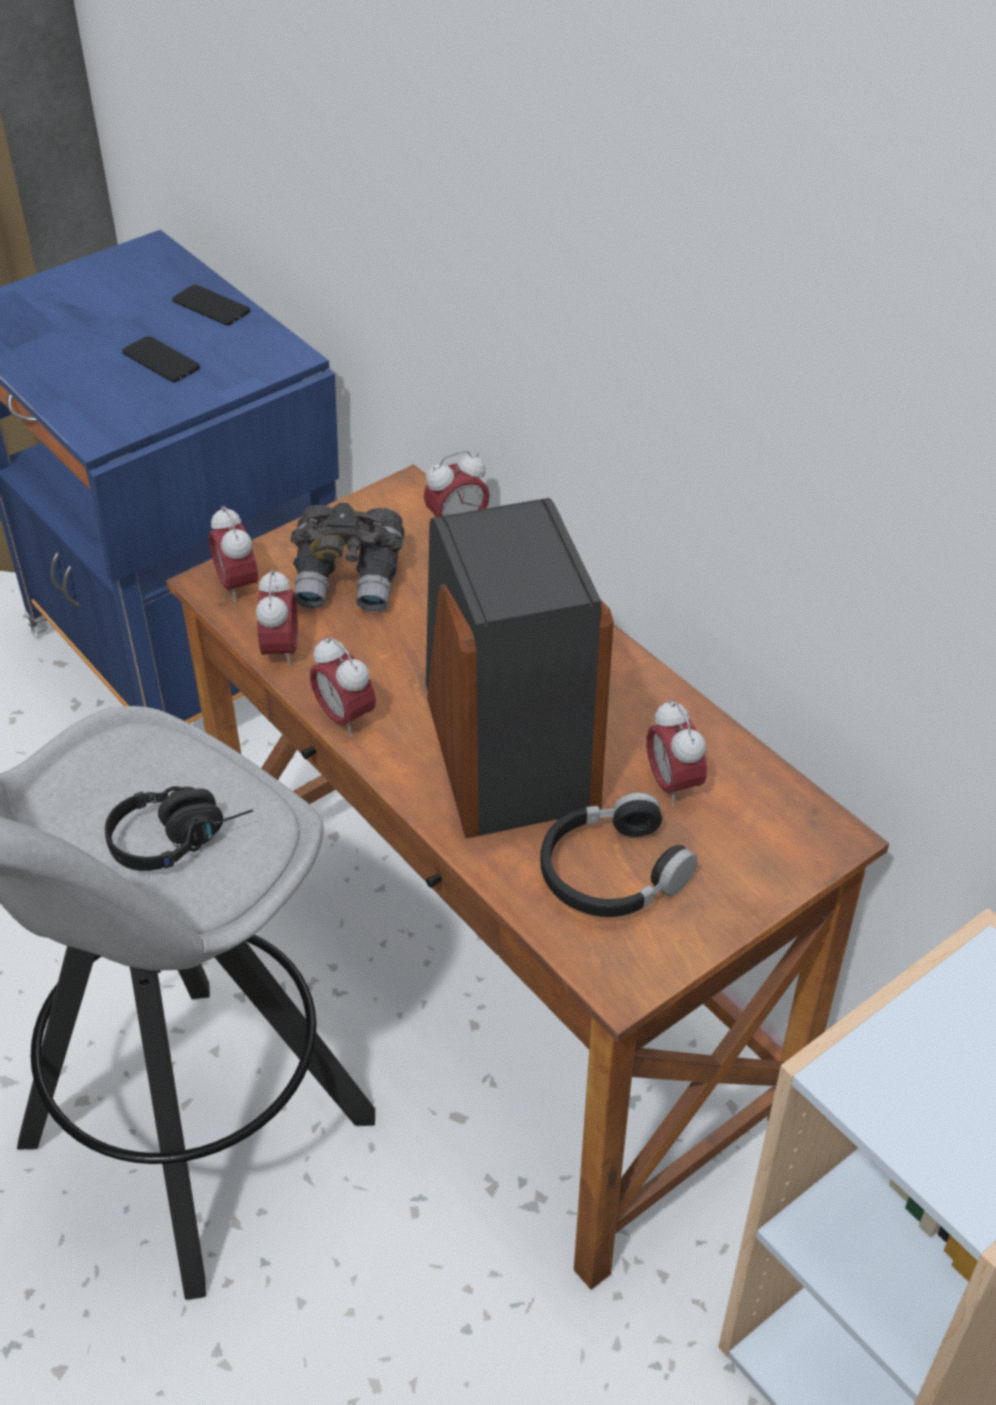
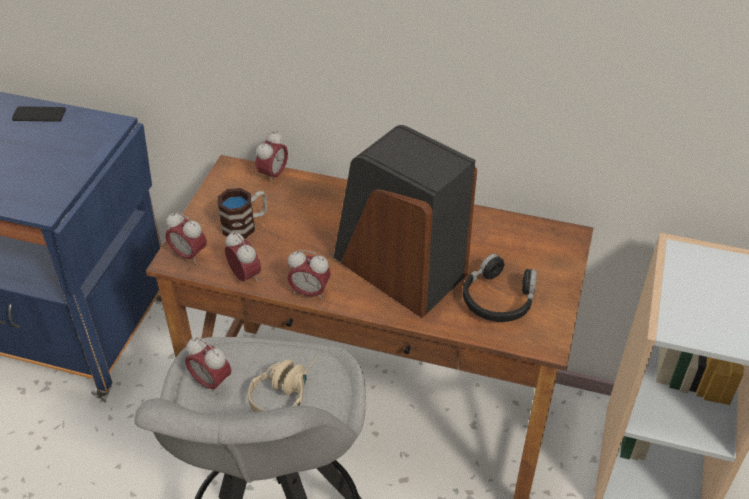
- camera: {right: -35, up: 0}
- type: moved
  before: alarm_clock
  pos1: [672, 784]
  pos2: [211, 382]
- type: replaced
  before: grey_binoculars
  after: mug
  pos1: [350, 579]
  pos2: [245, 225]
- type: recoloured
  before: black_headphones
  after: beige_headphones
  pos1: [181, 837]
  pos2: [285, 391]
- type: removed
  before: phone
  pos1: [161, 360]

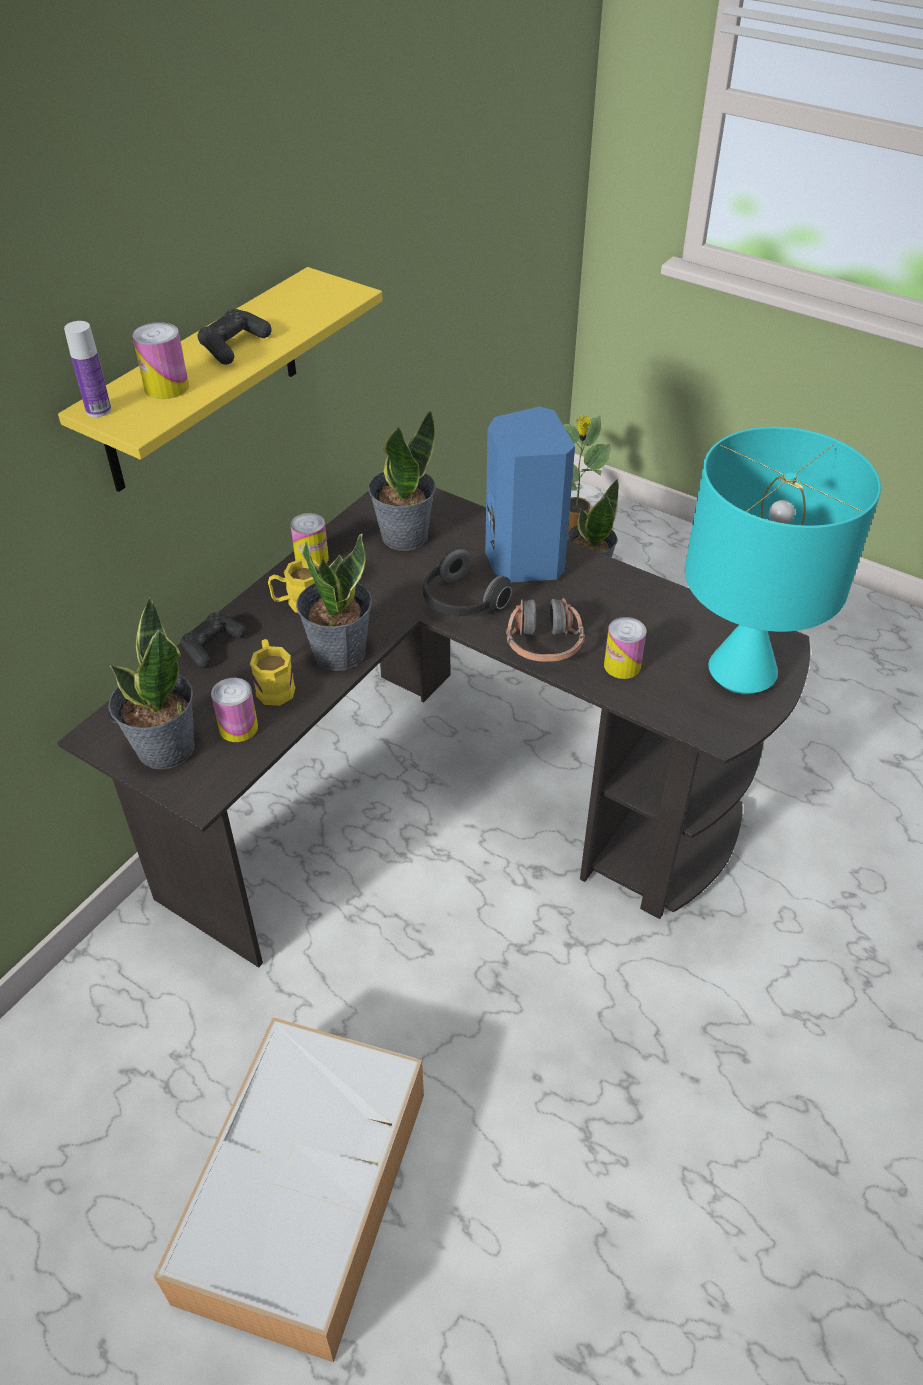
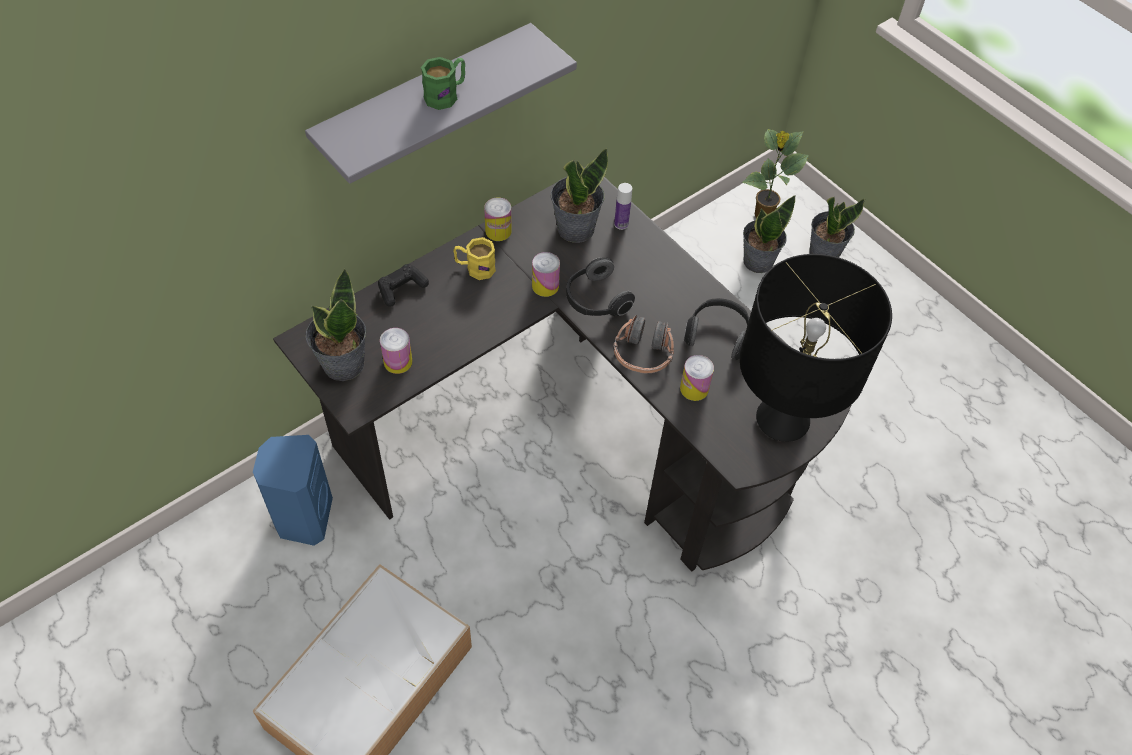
- camera: {right: 15, up: 10}
- type: moved
  before: blue_speaker
  pos1: [522, 560]
  pos2: [303, 517]
- type: recoloured
  before: yellow_shelf
  after: grey_shelf
  pos1: [202, 382]
  pos2: [425, 105]
- type: replaced
  before: black_game_controller
  after: green_mug
  pos1: [234, 346]
  pos2: [446, 94]
- type: moved
  before: can
  pos1: [166, 387]
  pos2: [545, 286]
- type: moved
  before: bottle
  pos1: [98, 410]
  pos2: [621, 224]
- type: added
  after: headphones
  pos2: [718, 335]
- type: recoloured
  before: turquoise_table_lamp
  after: black_table_lamp
  pos1: [741, 675]
  pos2: [781, 422]
- type: moved
  before: potted_plant
  pos1: [338, 652]
  pos2: [824, 252]
- type: removed
  before: yellow_mug
  pos1: [274, 685]

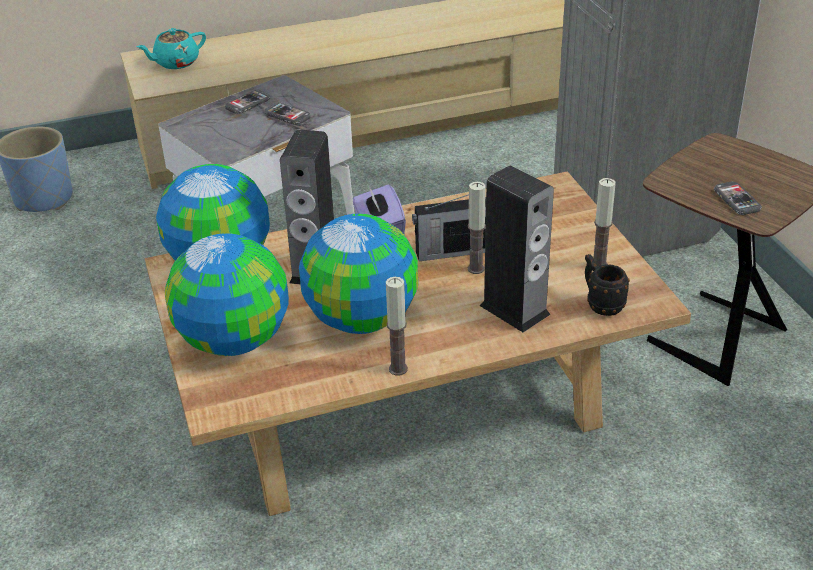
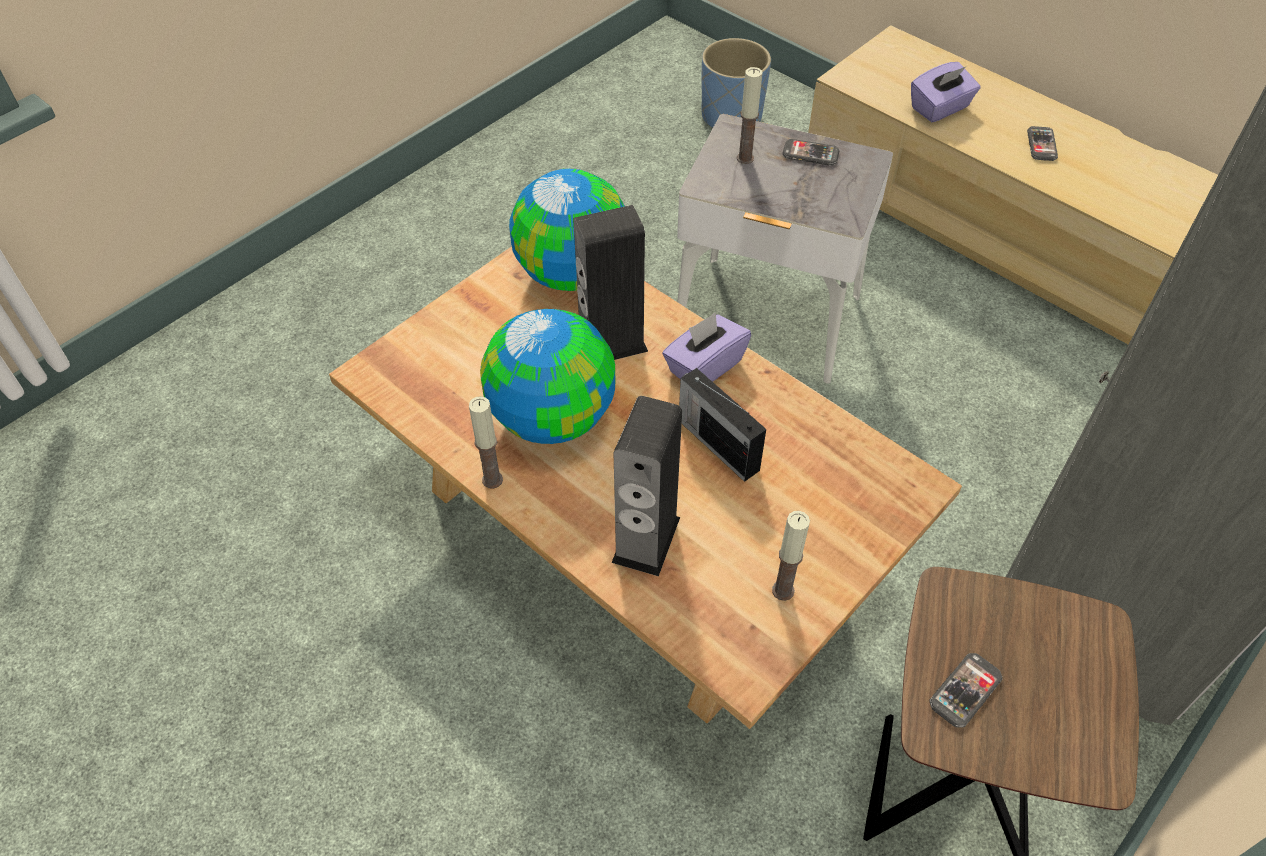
- camera: {right: 60, up: 15}
- type: moved
  before: candle
  pos1: [476, 269]
  pos2: [745, 158]
- type: added
  after: purple_tissue_box
  pos2: [940, 108]
- type: moved
  before: phone
  pos1: [287, 115]
  pos2: [1041, 145]
- type: removed
  before: turquoise_teapot
  pos1: [176, 63]
- type: removed
  before: globe
  pos1: [235, 340]
- type: removed
  before: black_mug
  pos1: [601, 304]

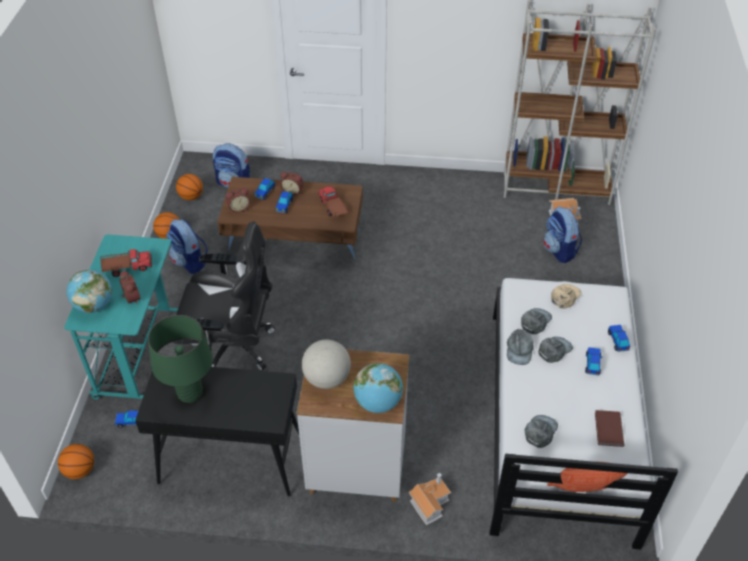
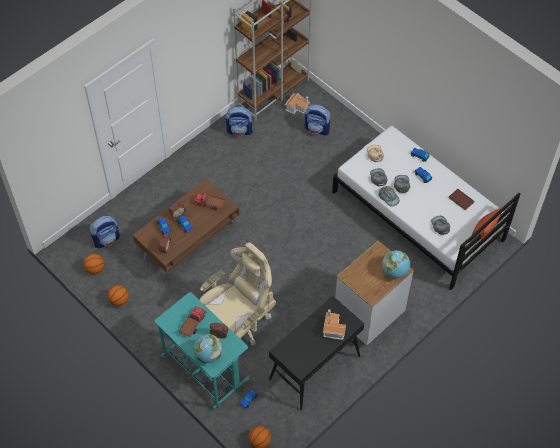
- camera: {right: -50, up: 10}
- type: recoloured
  before: black_office_chair
  after: beige_office_chair
  pos1: [228, 346]
  pos2: [238, 323]
- type: moved
  before: backpack
  pos1: [190, 262]
  pos2: [240, 130]
- type: moved
  before: toy_house
  pos1: [429, 503]
  pos2: [332, 329]
- type: removed
  before: green_table_lamp
  pos1: [190, 393]
- type: removed
  before: globe
  pos1: [327, 378]

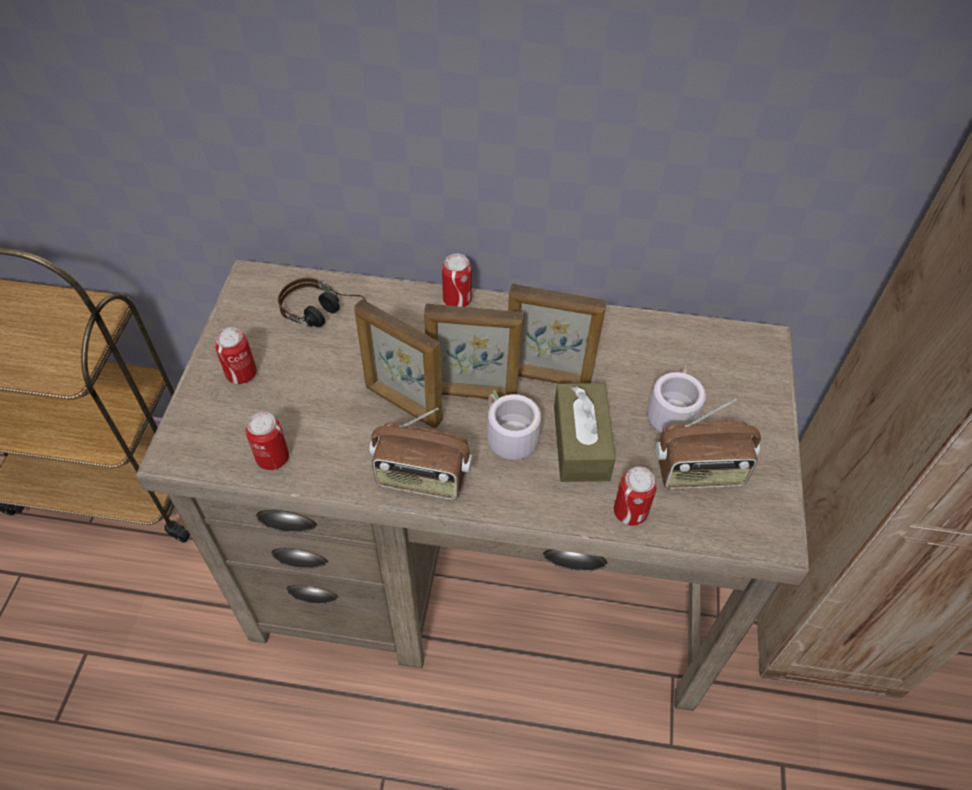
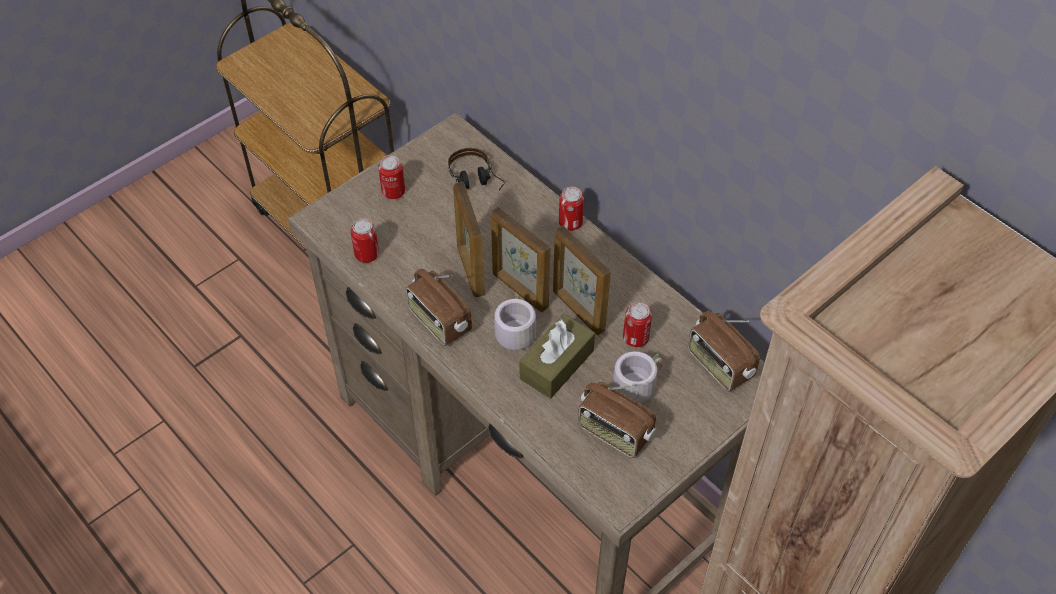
- camera: {right: 40, up: 0}
- type: moved
  before: can
  pos1: [630, 512]
  pos2: [635, 338]
- type: added
  after: radio
  pos2: [719, 365]

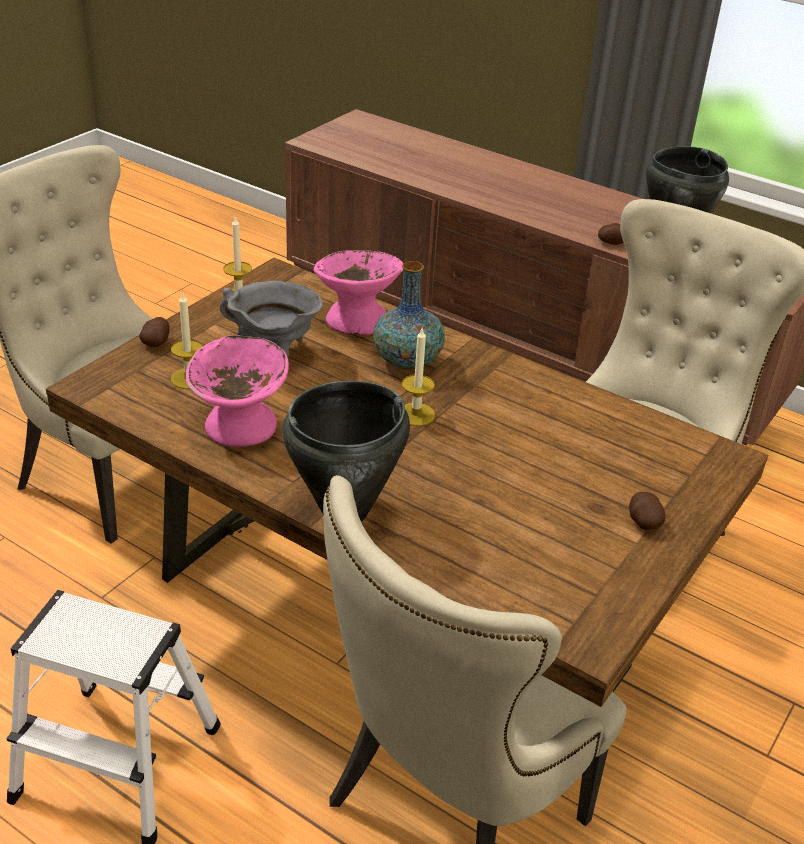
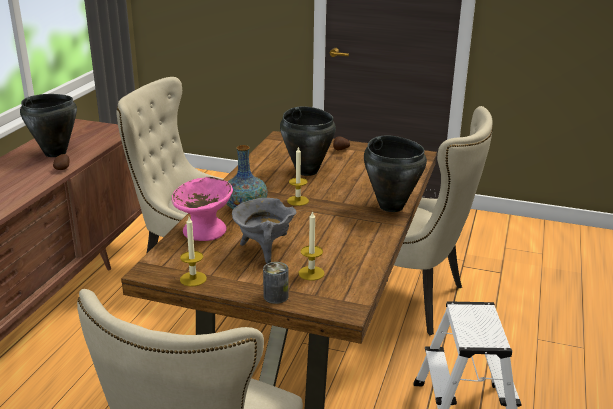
- camera: {right: -105, up: -10}
- type: replaced
  before: potato
  after: can
  pos1: [157, 342]
  pos2: [276, 296]
- type: added
  after: black_cooking_pot
  pos2: [307, 171]
- type: removed
  before: pink_bowl
  pos1: [241, 426]

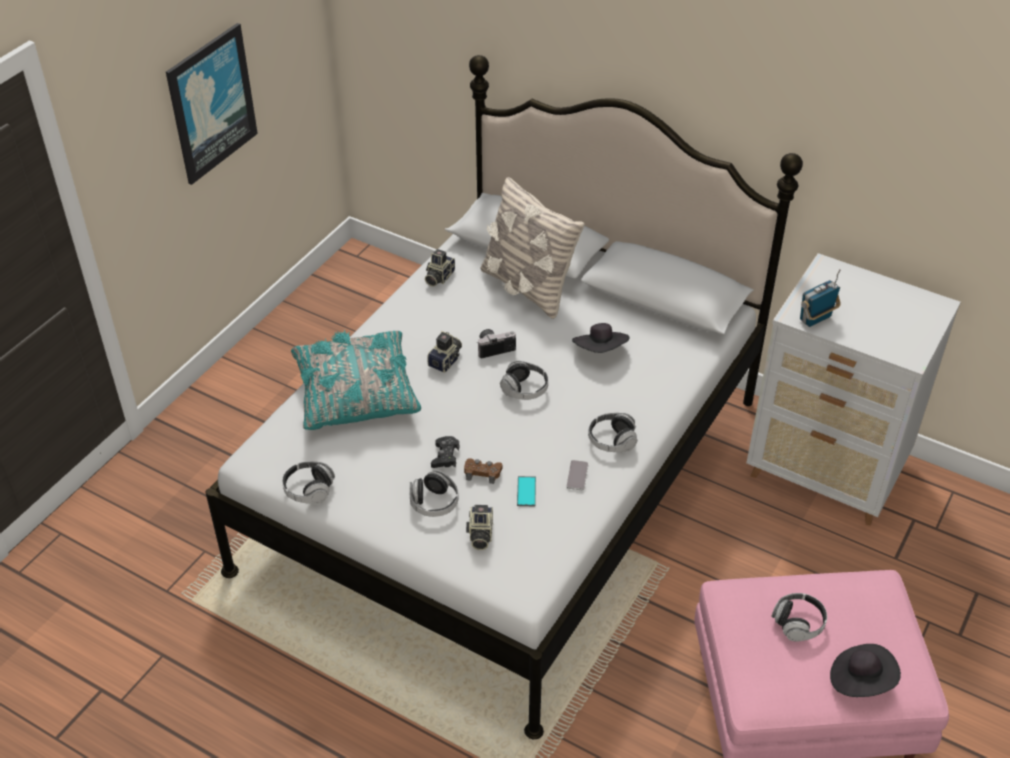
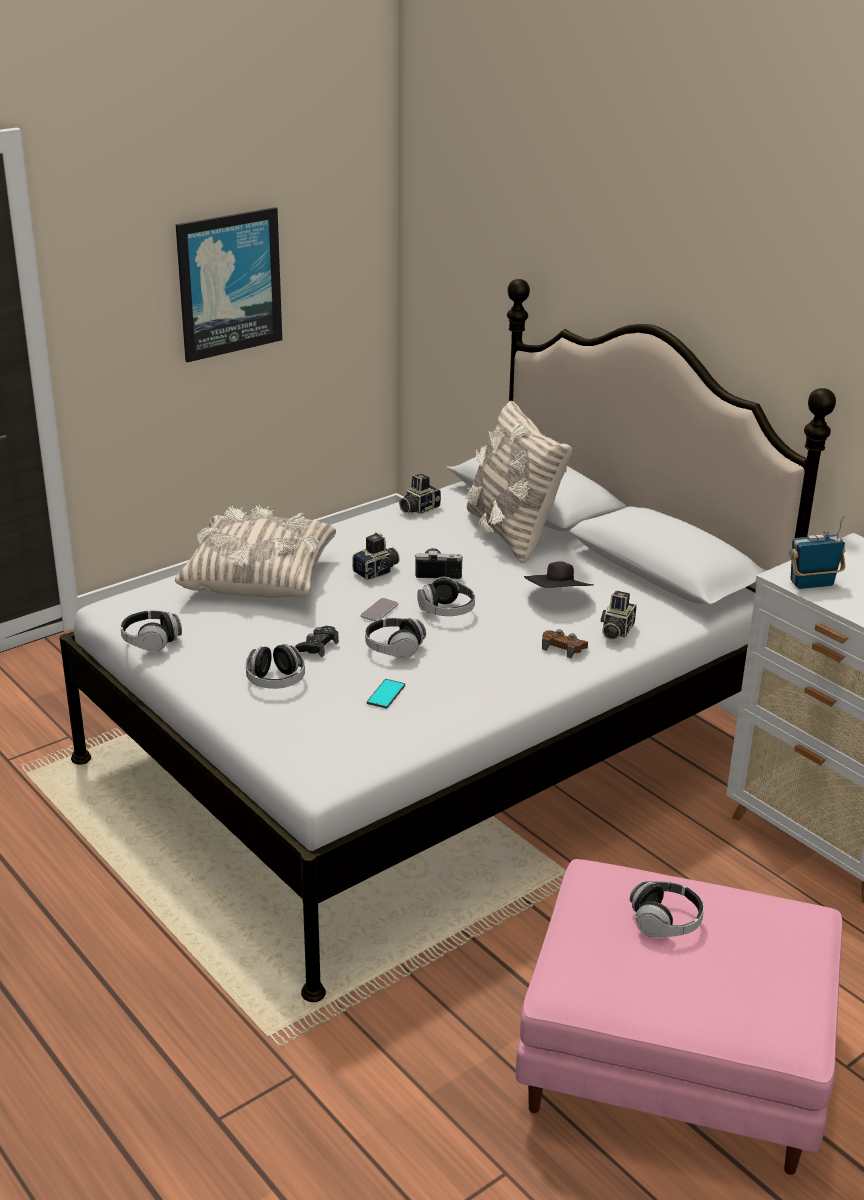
- camera: {right: 20, up: -15}
- type: recoloured
  before: turquoise_pillow
  after: beige_pillow
  pos1: [356, 396]
  pos2: [259, 580]
- type: moved
  before: phone
  pos1: [577, 475]
  pos2: [379, 610]
- type: moved
  before: headphones
  pos1: [612, 440]
  pos2: [394, 648]
- type: moved
  before: brown_game_controller
  pos1: [482, 473]
  pos2: [563, 648]
- type: moved
  before: photo_camera
  pos1: [479, 534]
  pos2: [615, 631]
- type: removed
  before: black_hat
  pos1: [860, 680]

